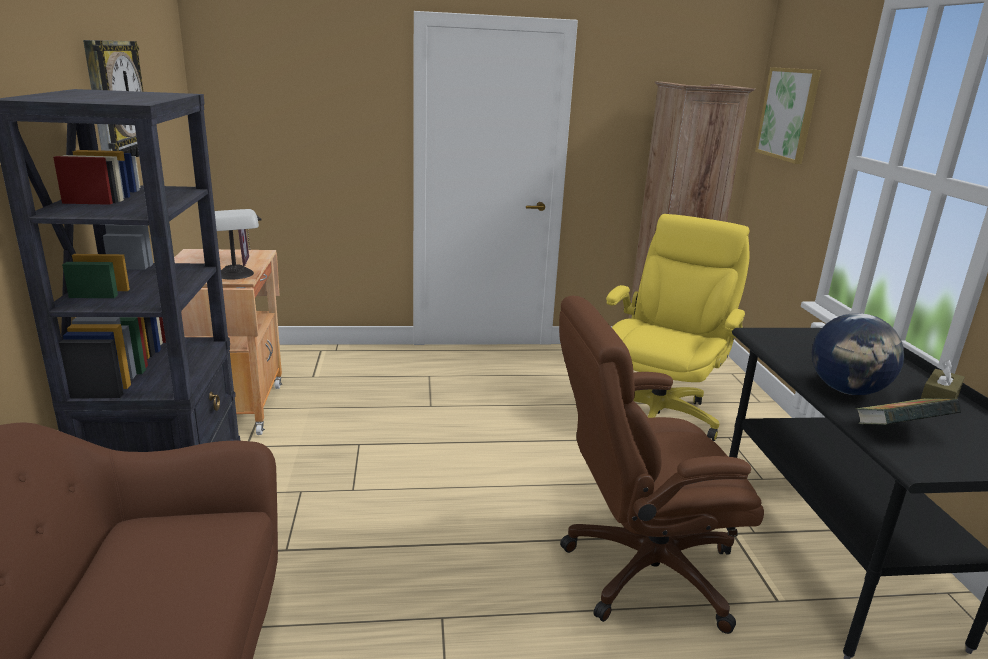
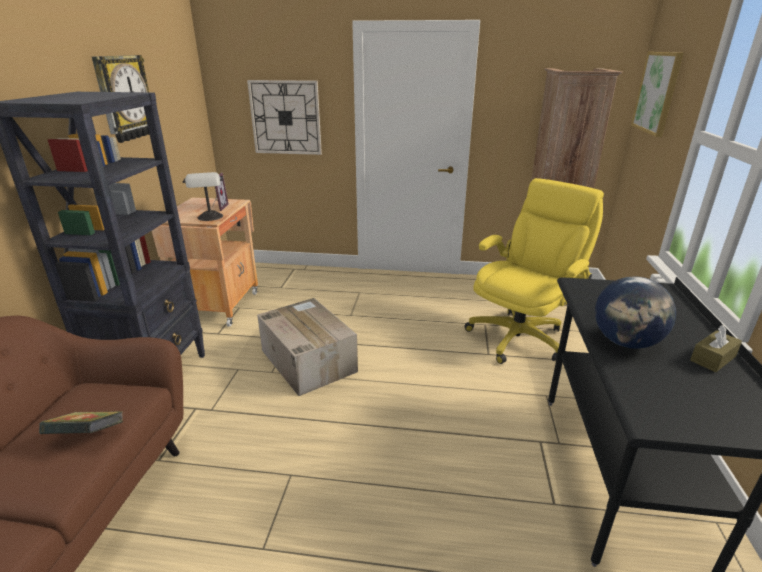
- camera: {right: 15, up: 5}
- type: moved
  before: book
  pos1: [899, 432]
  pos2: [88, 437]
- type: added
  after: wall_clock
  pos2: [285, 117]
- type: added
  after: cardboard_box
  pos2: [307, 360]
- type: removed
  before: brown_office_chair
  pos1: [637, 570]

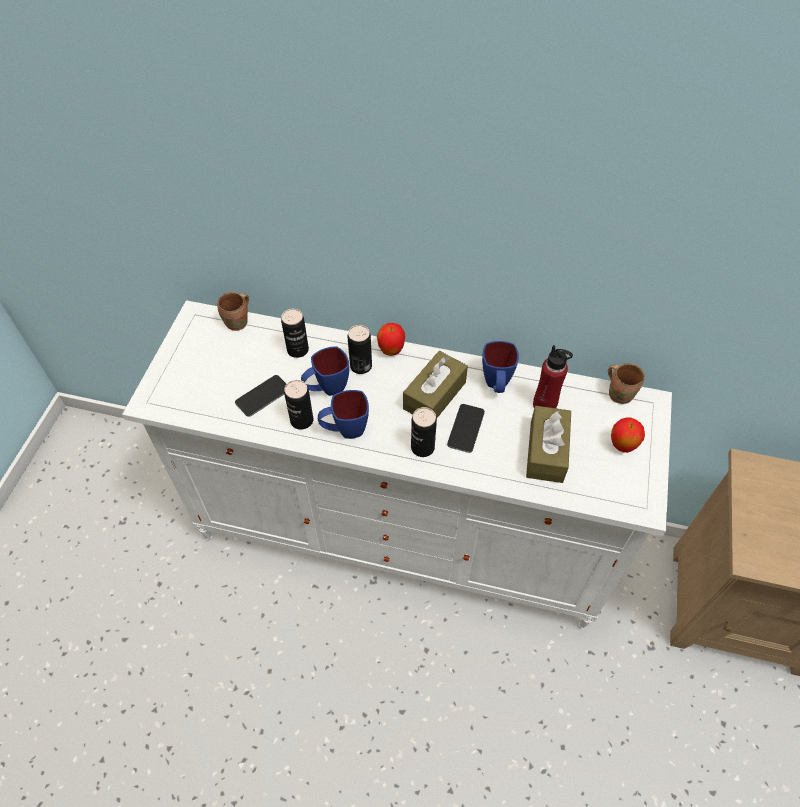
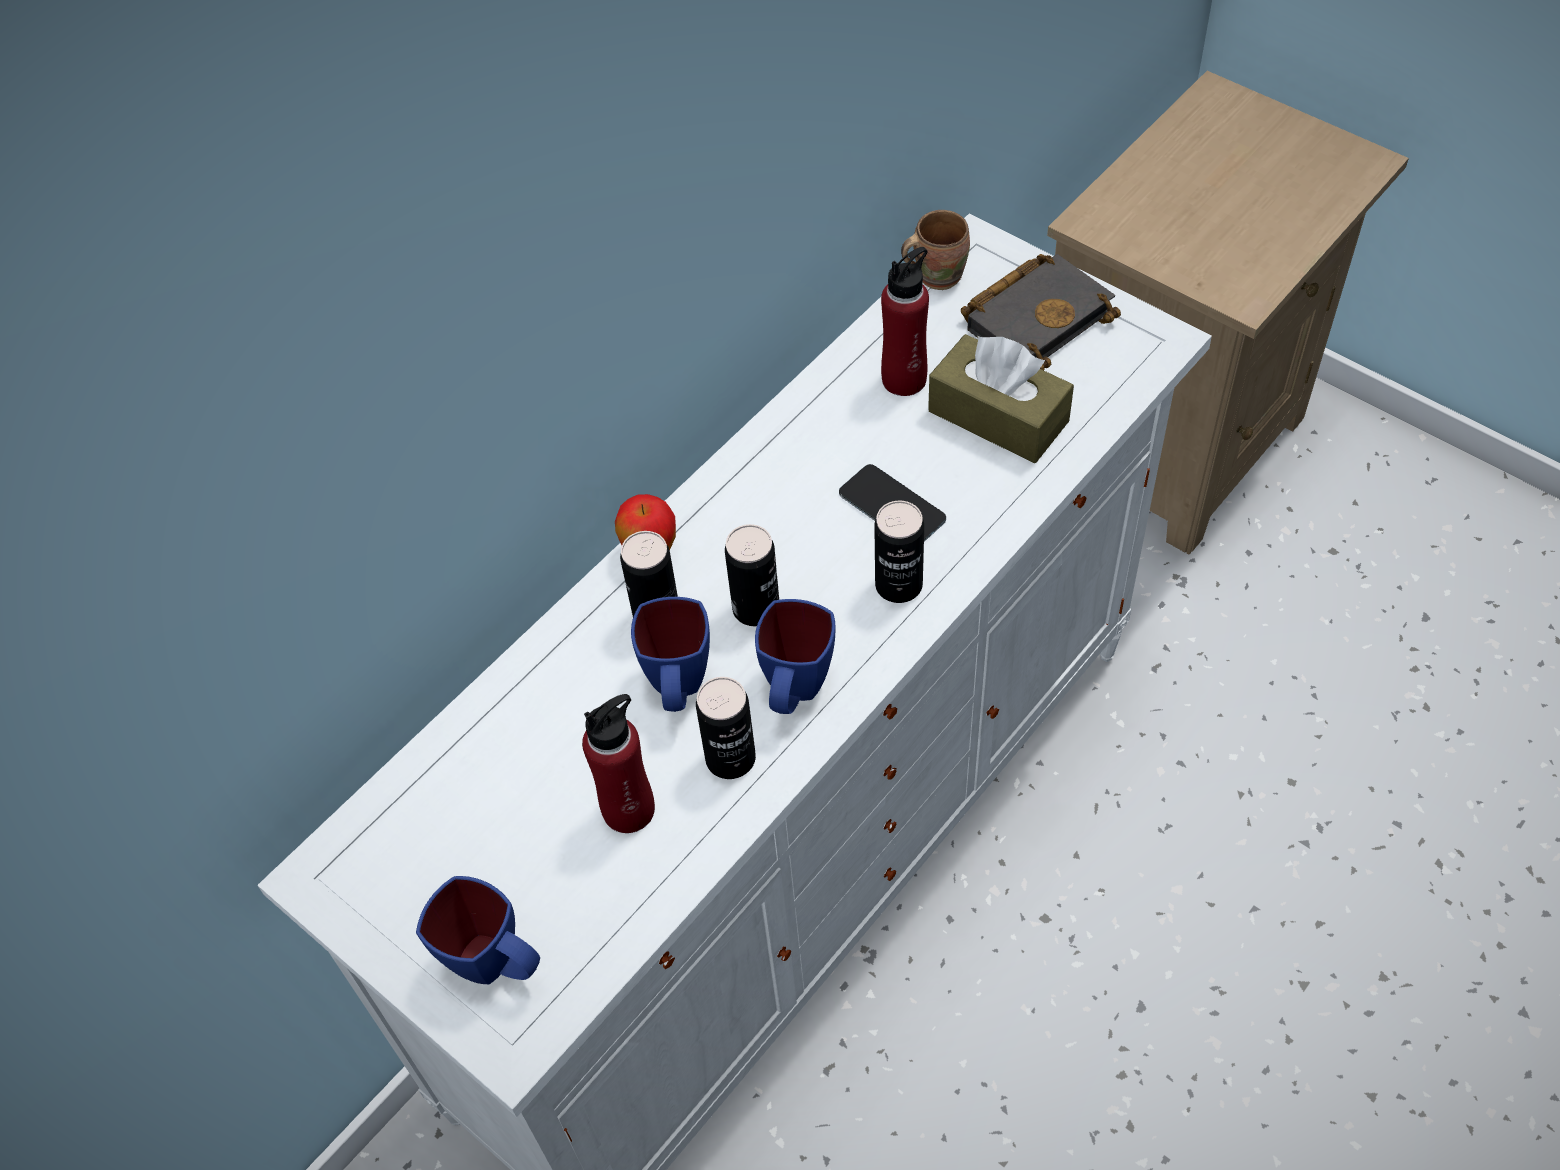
- camera: {right: -60, up: 0}
- type: moved
  before: blue_mug
  pos1: [496, 385]
  pos2: [497, 966]
- type: replaced
  before: phone
  after: red_bottle
  pos1: [262, 396]
  pos2: [629, 809]
- type: moved
  before: can
  pos1: [297, 350]
  pos2: [756, 608]
- type: replaced
  before: apple
  after: black_book
  pos1: [622, 446]
  pos2: [1037, 317]
- type: removed
  before: brown_mug
  pos1: [239, 322]
- type: removed
  before: brown_tissue_box
  pos1: [434, 395]

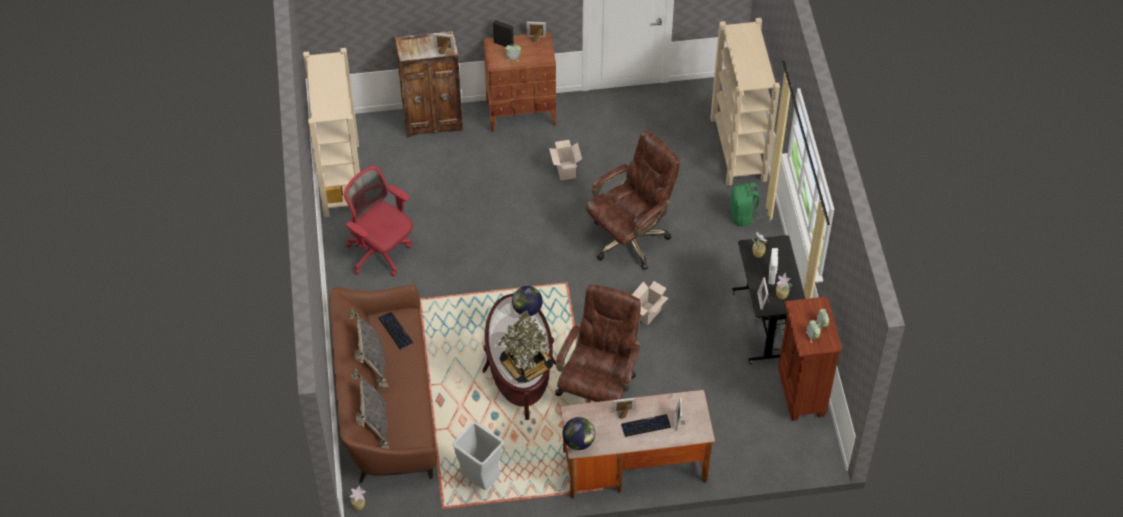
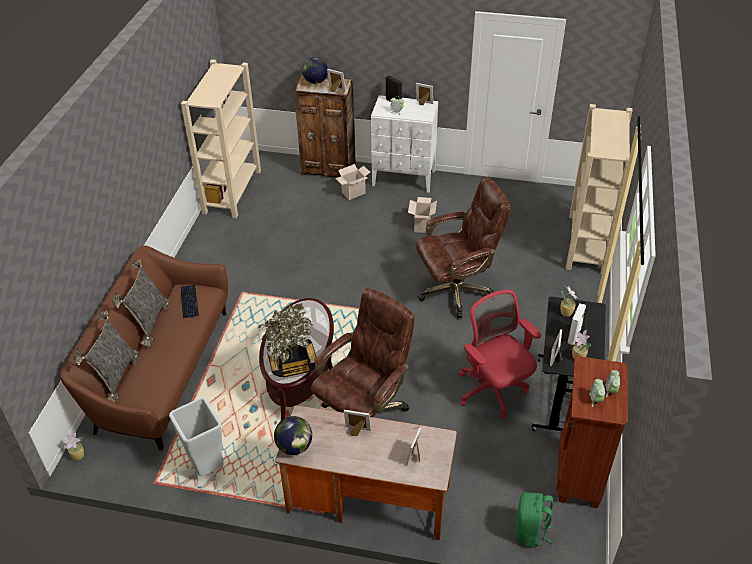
- camera: {right: 20, up: -10}
- type: moved
  before: globe
  pos1: [527, 310]
  pos2: [315, 82]
- type: moved
  before: cardboard_box
  pos1: [647, 314]
  pos2: [353, 193]
- type: recoloured
  before: brown_dresser
  after: white_dresser
  pos1: [521, 114]
  pos2: [404, 179]
- type: moved
  before: red_office_chair
  pos1: [382, 254]
  pos2: [495, 392]
- type: moved
  before: green_backpack
  pos1: [743, 216]
  pos2: [530, 531]
- type: removed
  before: keyboard
  pos1: [645, 426]

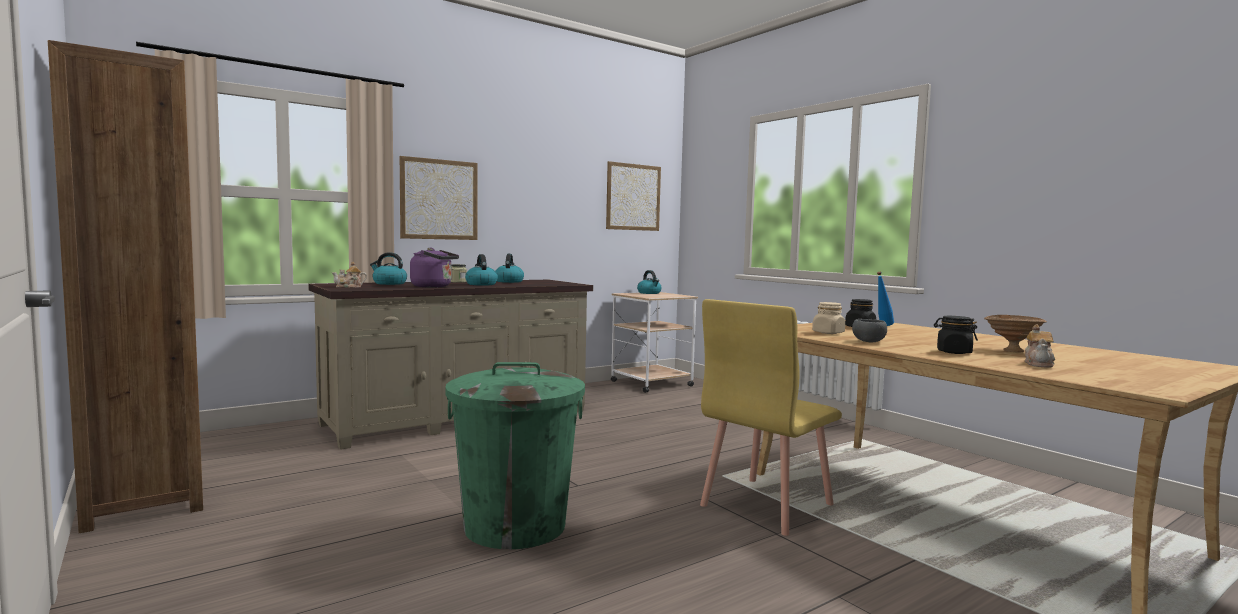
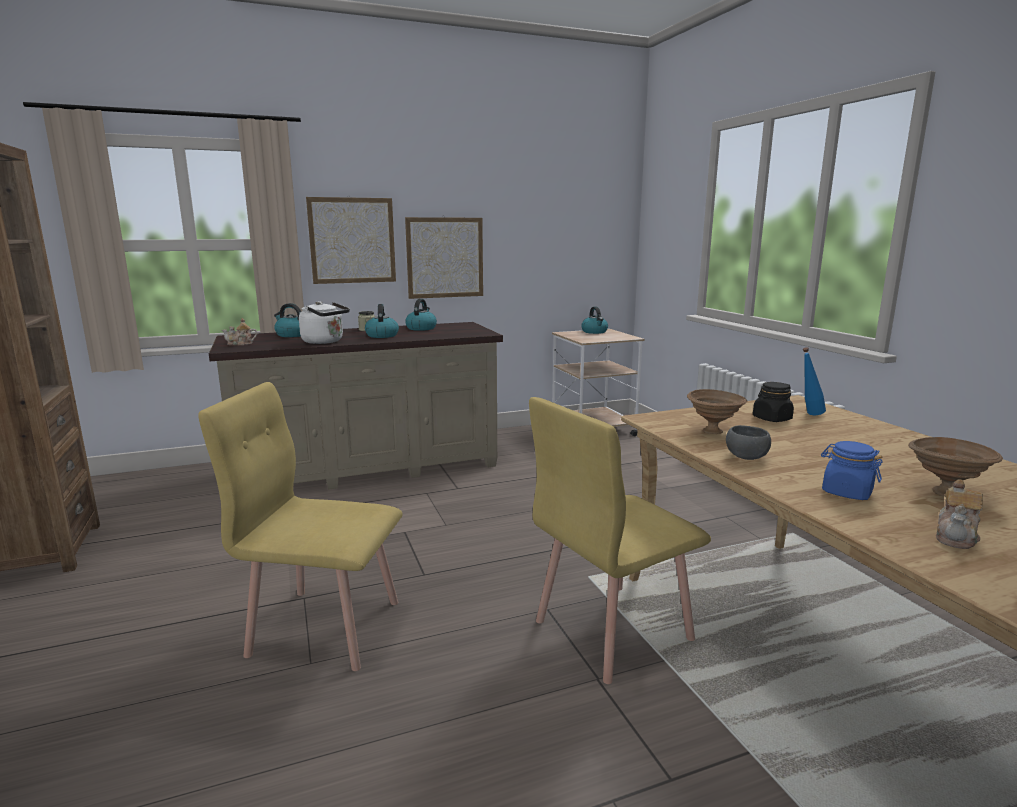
- camera: {right: 15, up: 10}
- type: replaced
  before: green_trash_can
  after: yellow_chair
  pos1: [514, 525]
  pos2: [324, 626]
- type: recoloured
  before: purple_kettle
  after: white_kettle
  pos1: [434, 286]
  pos2: [325, 342]
- type: moved
  before: picture
  pos1: [633, 196]
  pos2: [445, 256]
- type: replaced
  before: beige_jar
  after: brown_bowl
  pos1: [828, 333]
  pos2: [713, 431]
- type: recoloured
  before: black_jar
  after: blue_jar
  pos1: [953, 352]
  pos2: [846, 492]

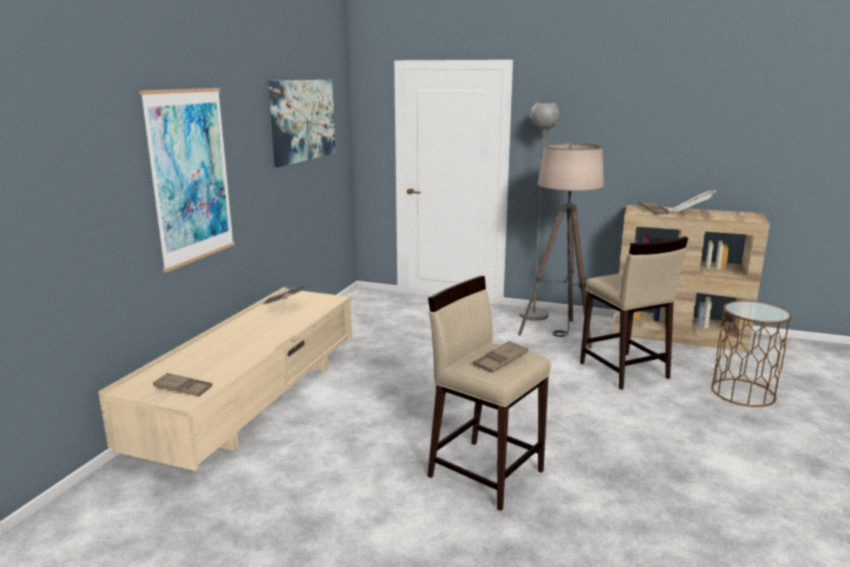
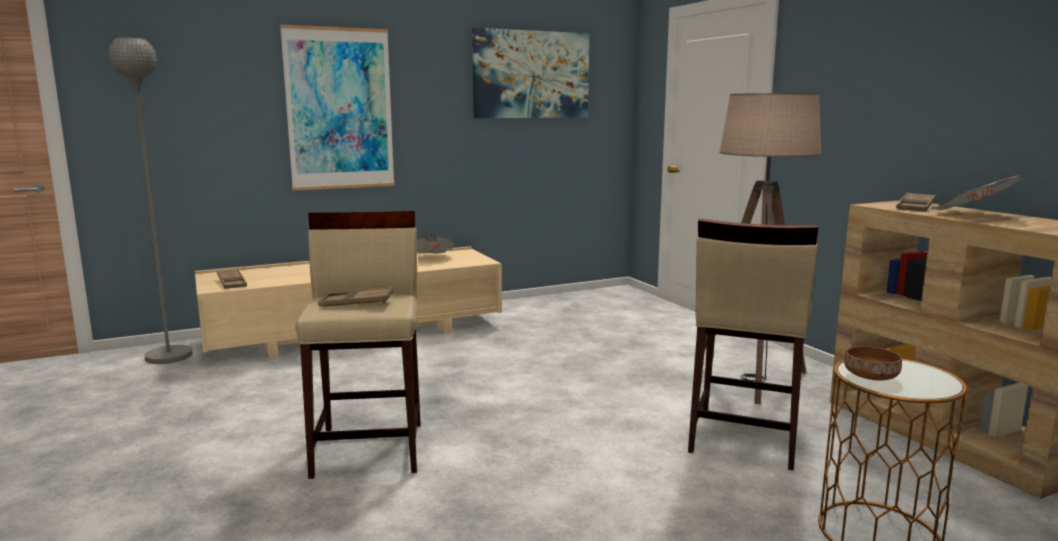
- camera: {right: 45, up: -5}
- type: moved
  before: grey_floor_lamp
  pos1: [534, 315]
  pos2: [169, 356]
- type: added
  after: brown_bowl
  pos2: [870, 377]

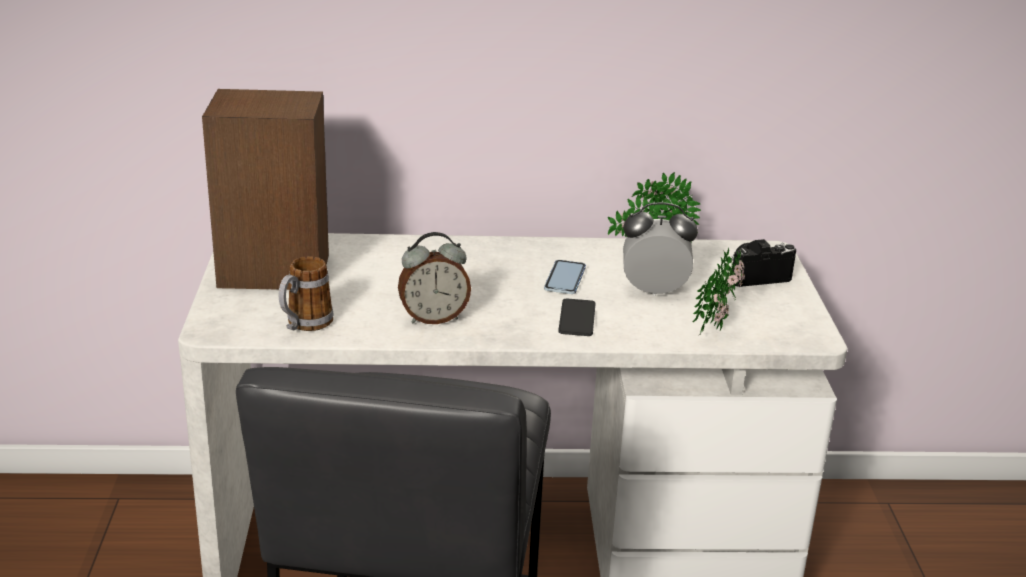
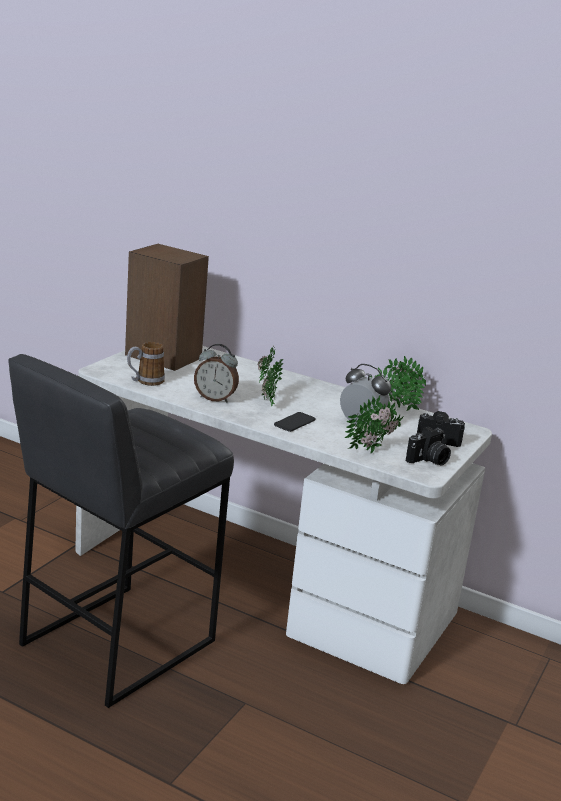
- camera: {right: 30, up: -5}
- type: added
  after: potted_plant
  pos2: [267, 402]
- type: added
  after: photo_camera
  pos2: [428, 460]
- type: removed
  before: phone
  pos1: [565, 279]

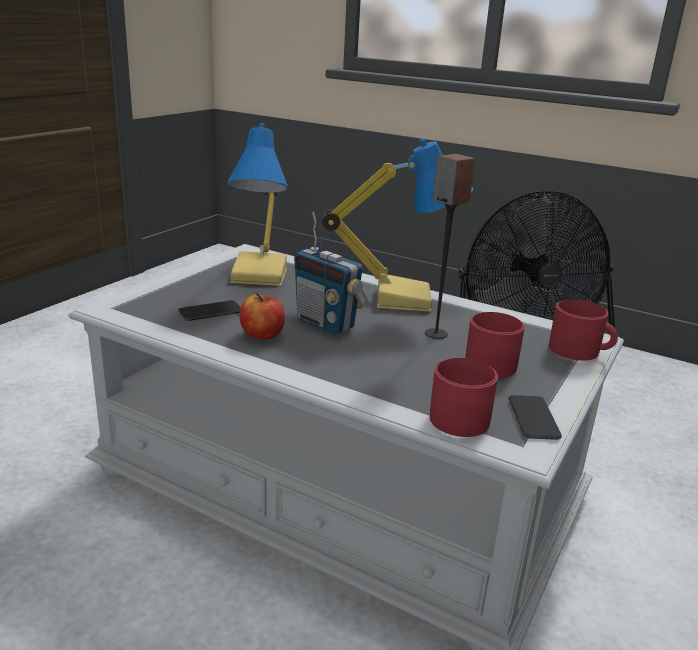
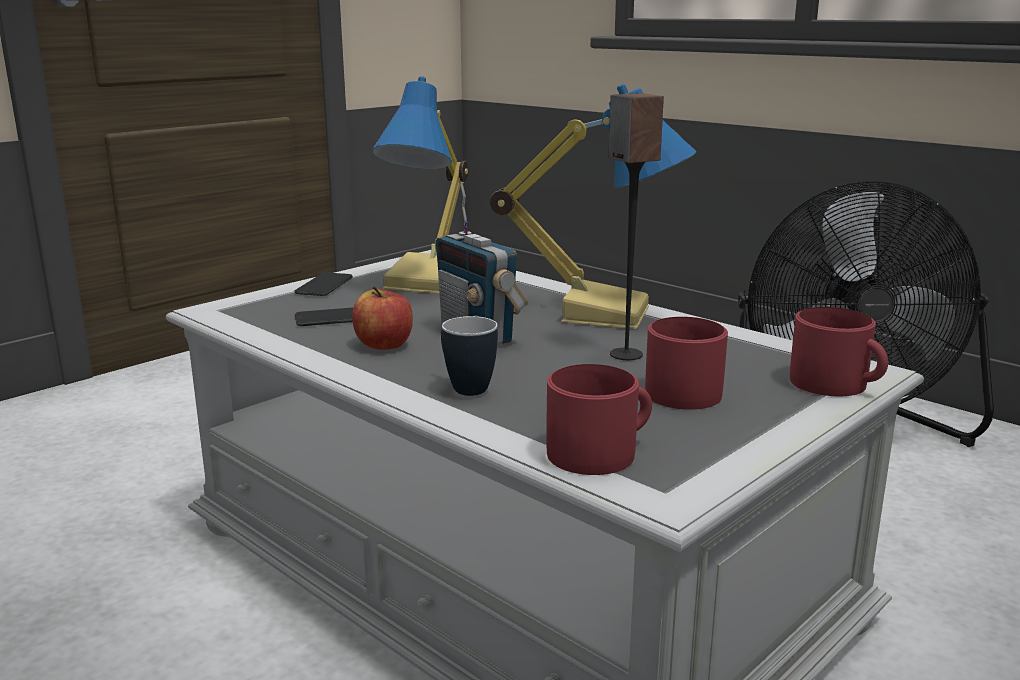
- camera: {right: 15, up: -5}
- type: moved
  before: phone
  pos1: [533, 418]
  pos2: [324, 286]
- type: added
  after: mug
  pos2: [464, 387]

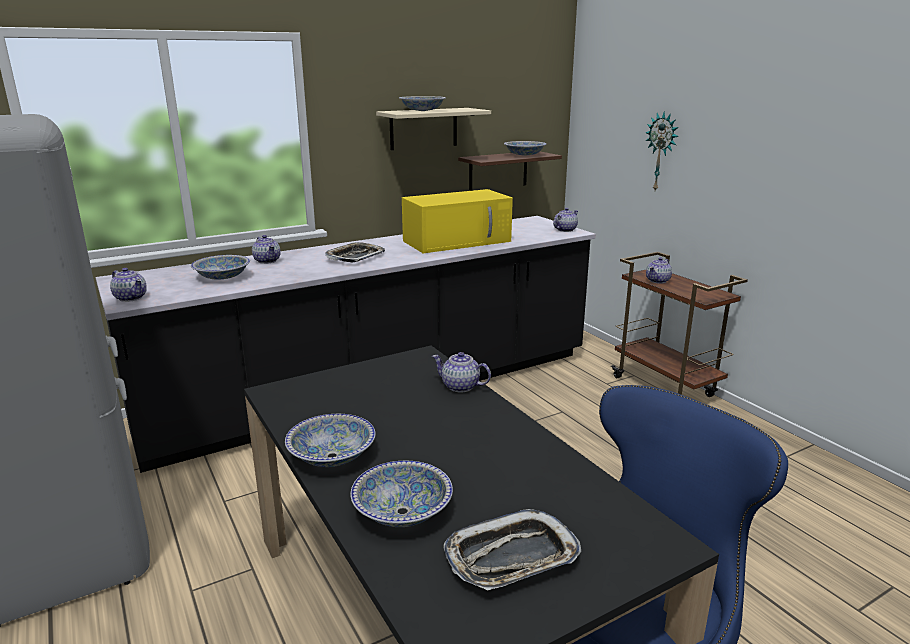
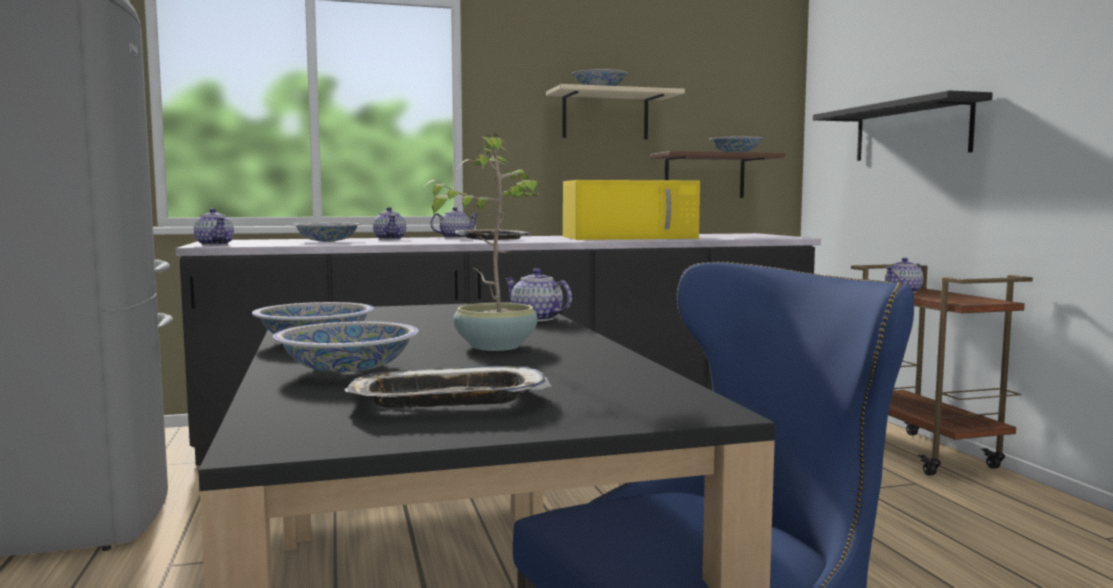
- camera: {right: 15, up: -15}
- type: added
  after: potted_plant
  pos2: [495, 346]
- type: moved
  before: teapot
  pos1: [564, 230]
  pos2: [454, 237]
- type: replaced
  before: wall_clock
  after: black_shelf
  pos1: [661, 152]
  pos2: [911, 131]

